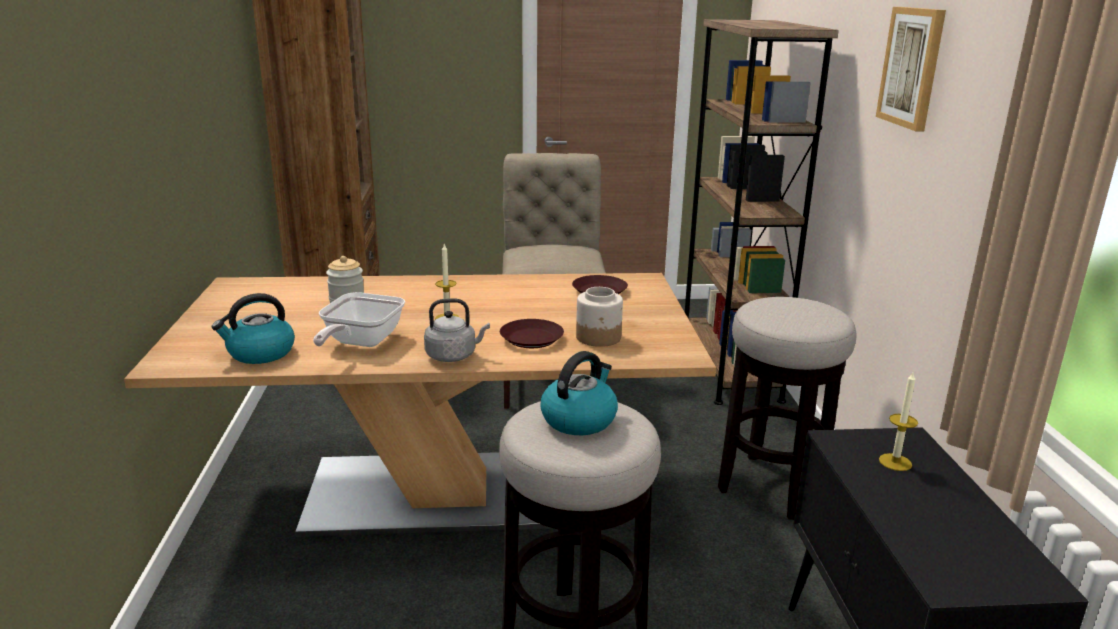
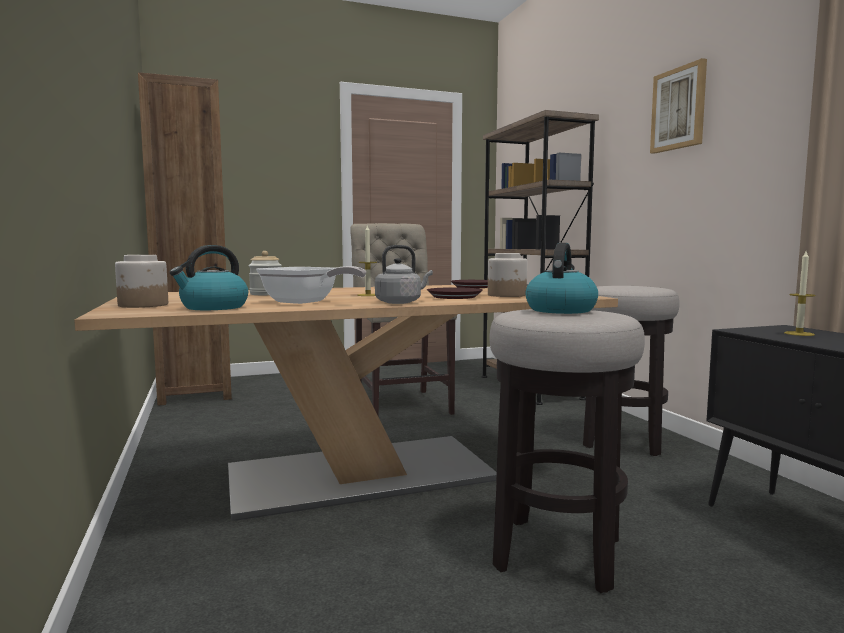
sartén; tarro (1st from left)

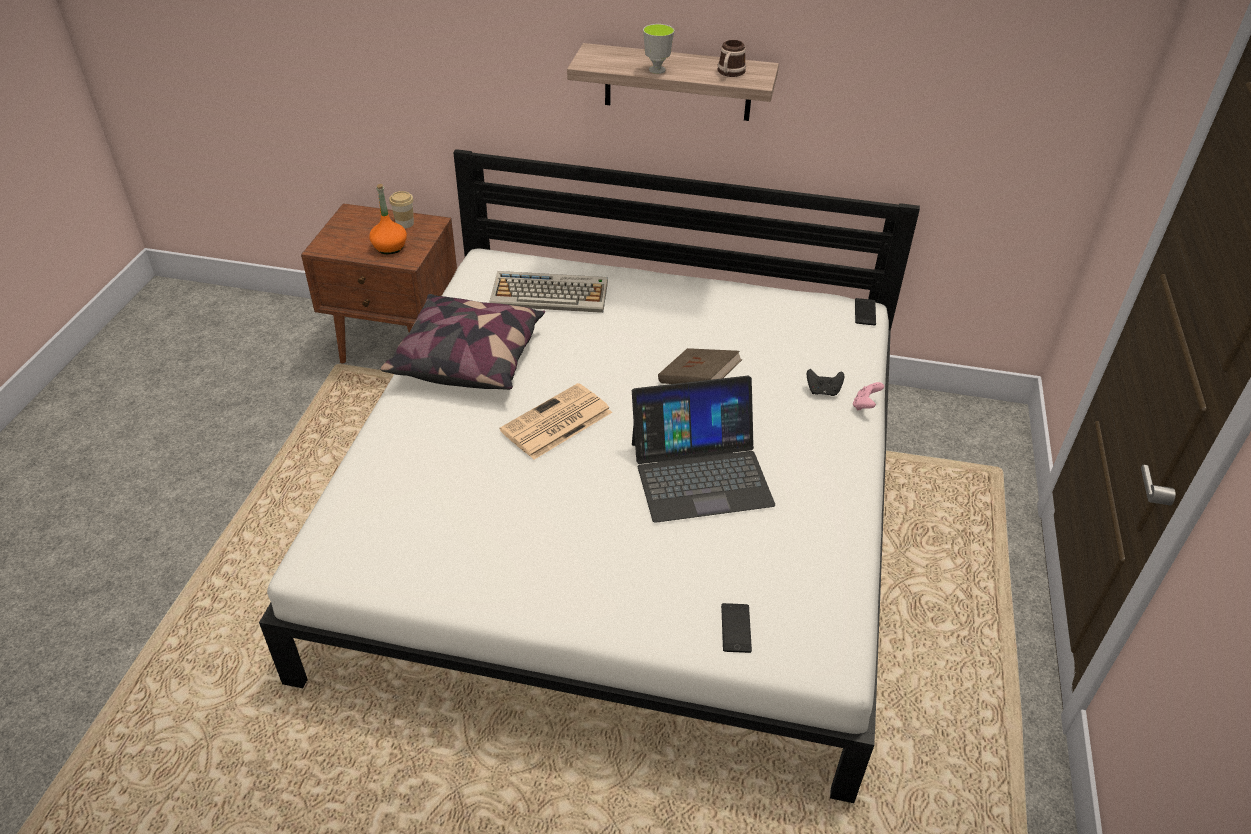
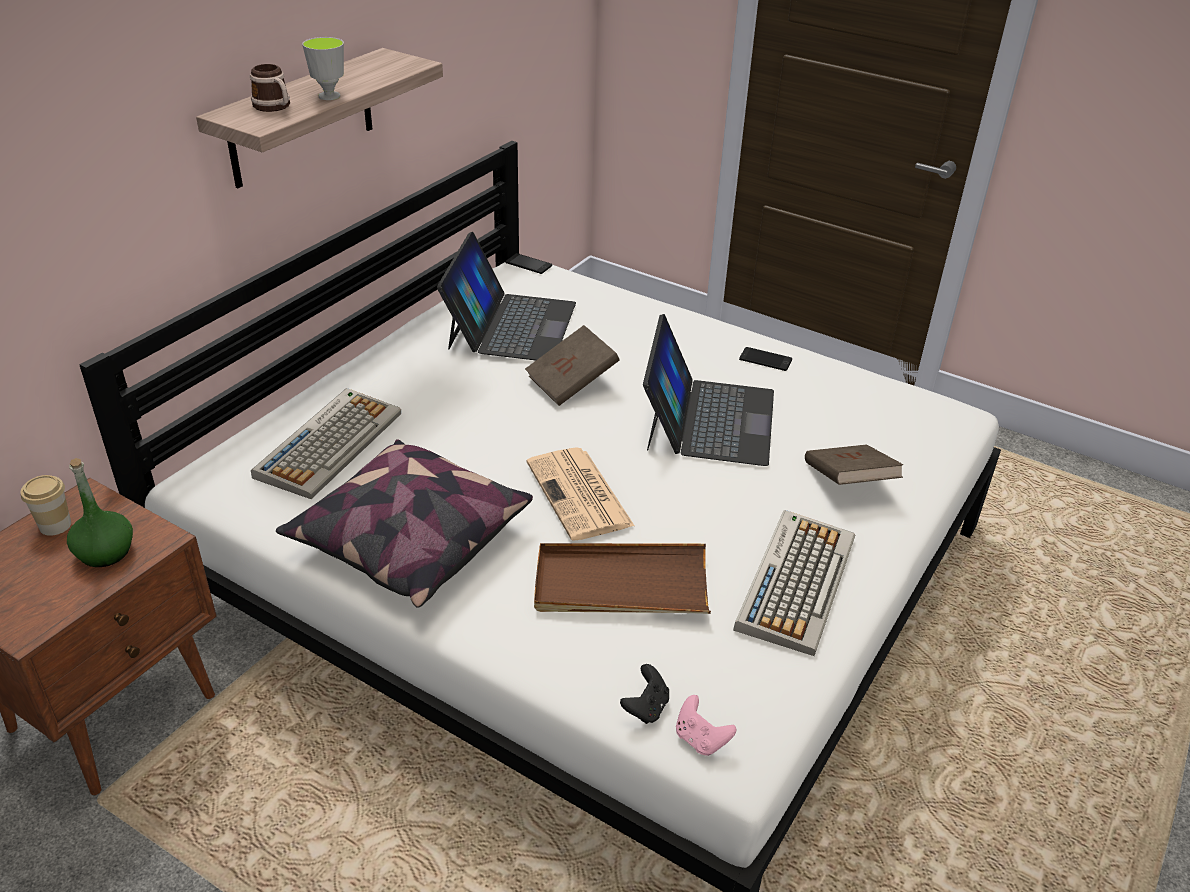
botella (verde); taza grande; móvil (2nd from left); mando de consola (negro); mando de consola (rosa); portátil (1st from left); bandeja (marrón); teclado (2nd from left); libro (marrón) (2nd from left)

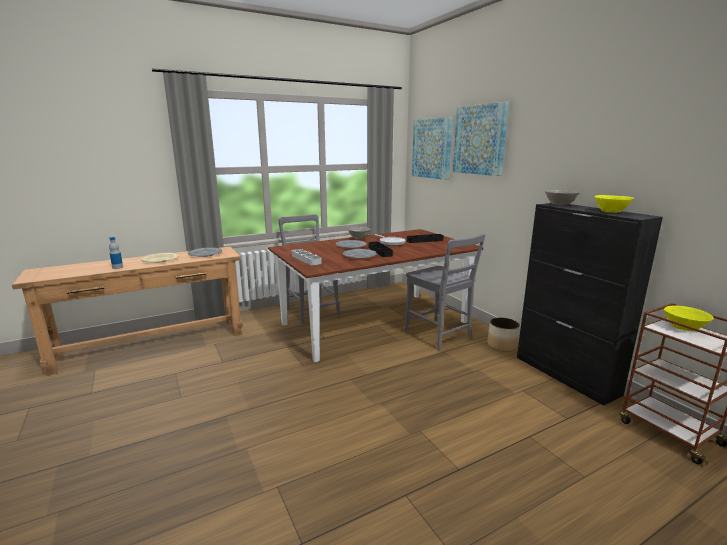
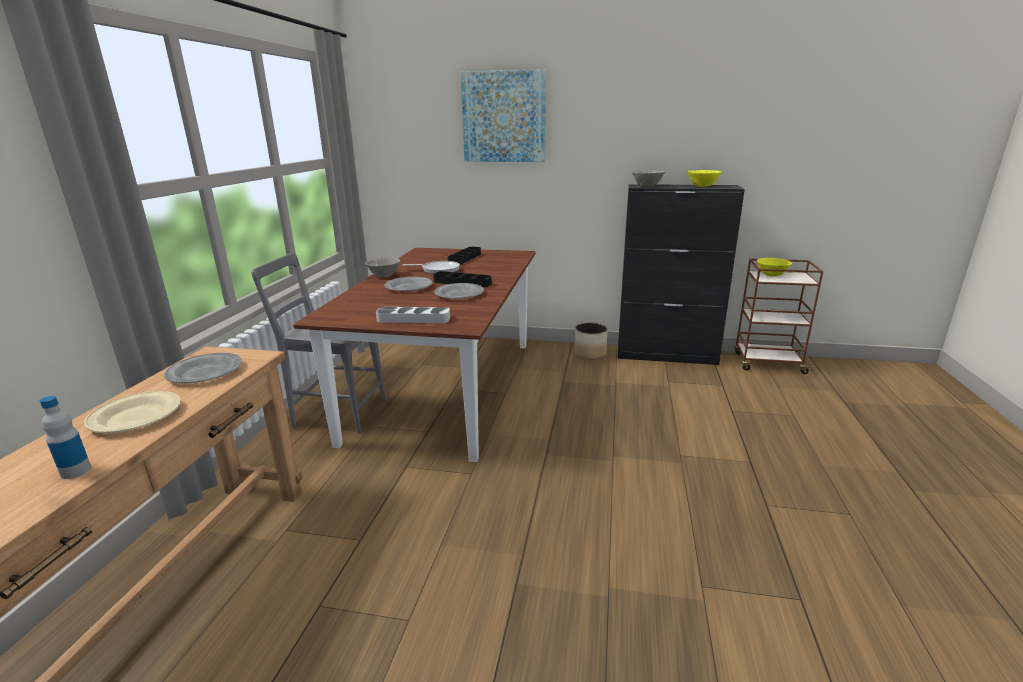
silla (gris) (2nd from left in the first image); cuadro (1st from left in the first image)

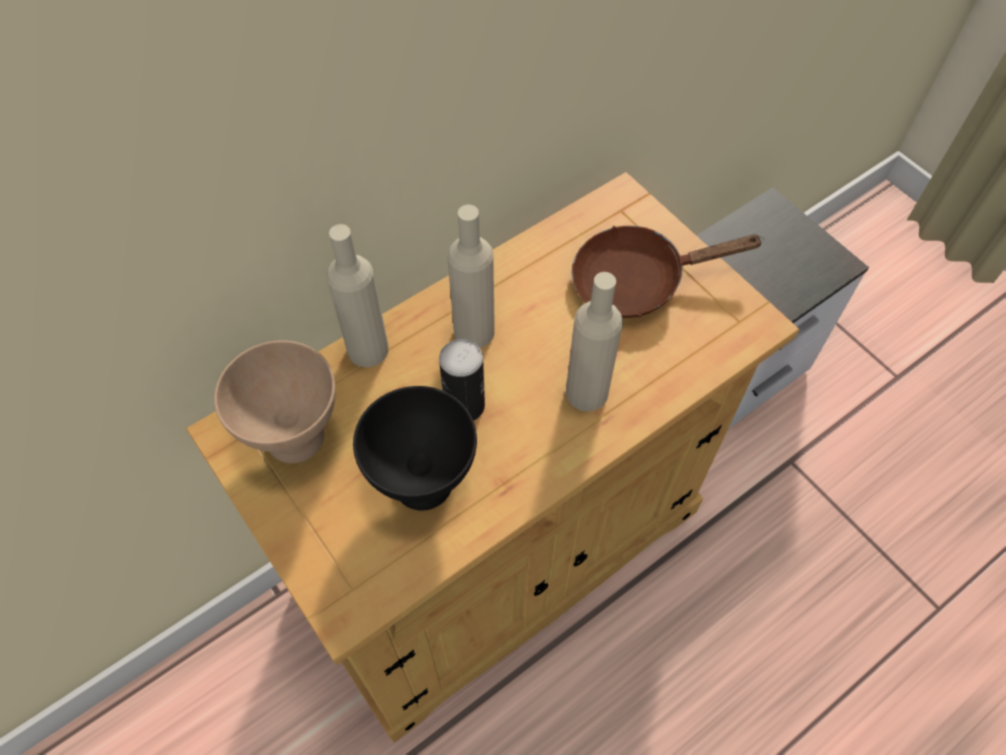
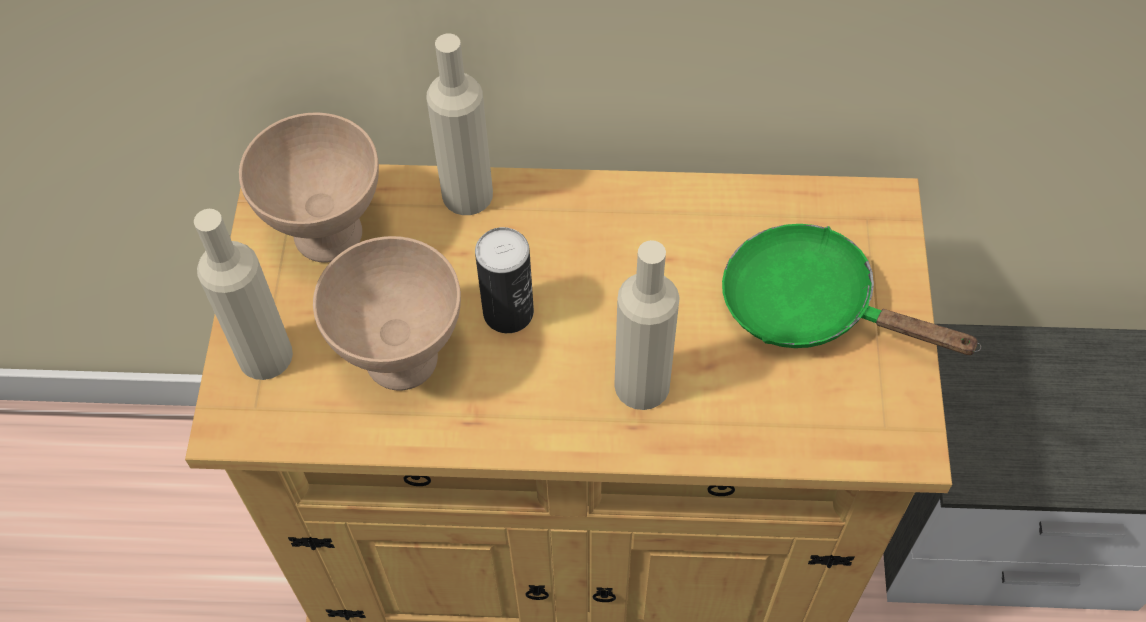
cuenco (beis) (2nd from left); botella (beis) (1st from left); sartén (verde)

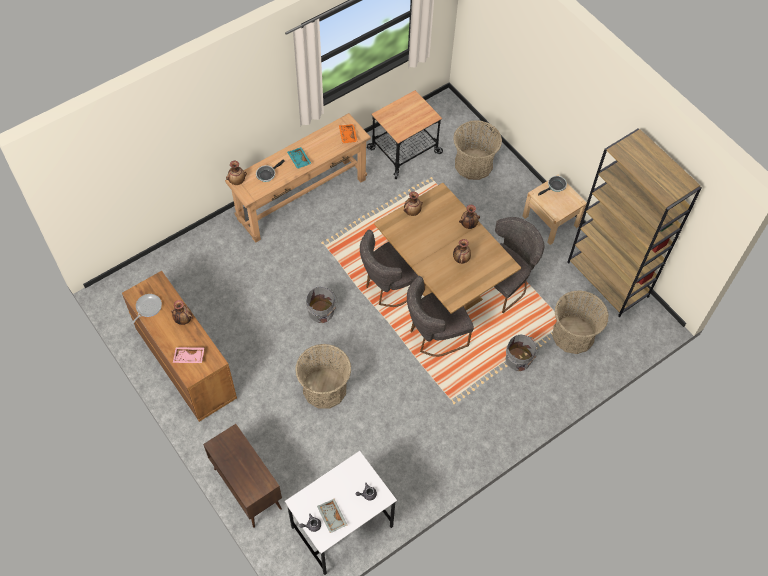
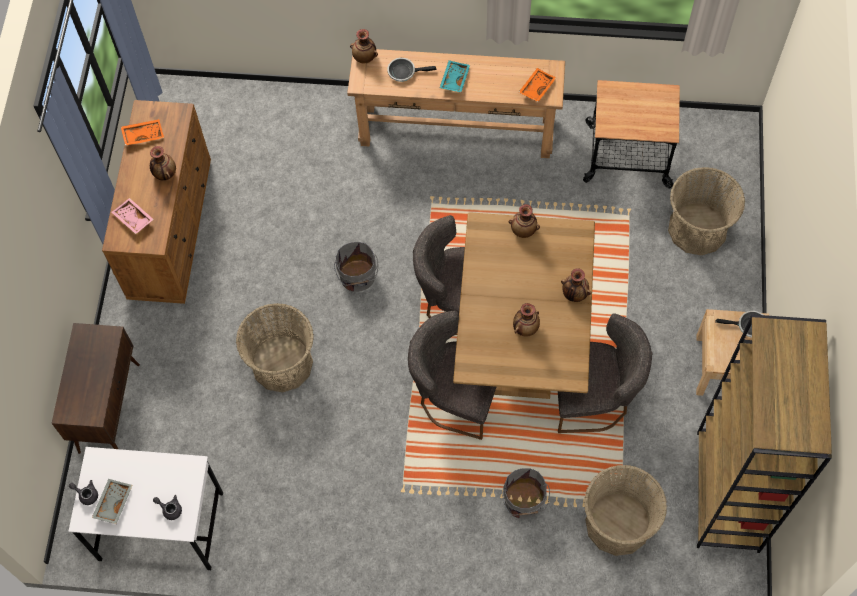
bandeja (naranja) (1st from left)

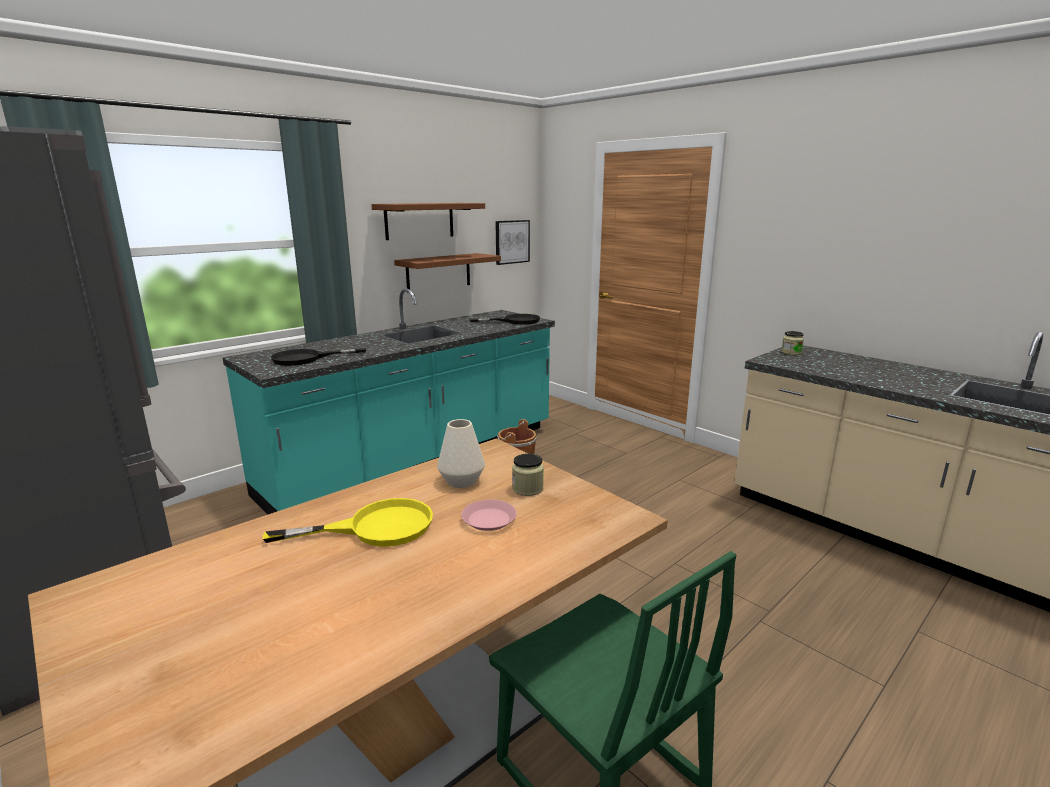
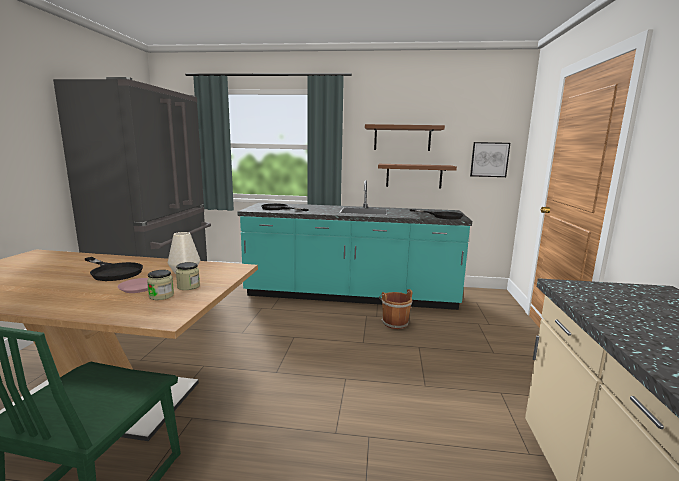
sartén (negro) (1st from left); tarro (1st from left)

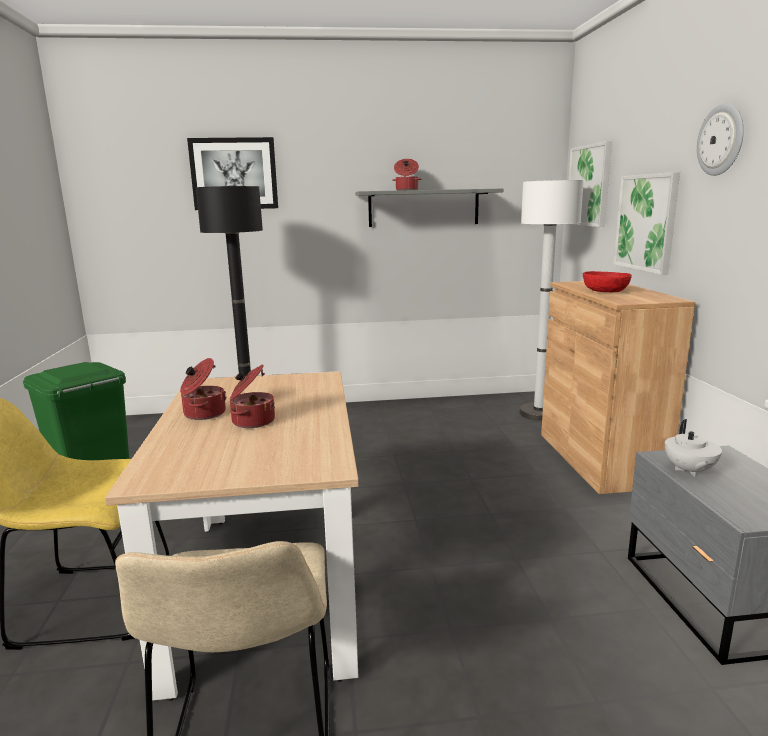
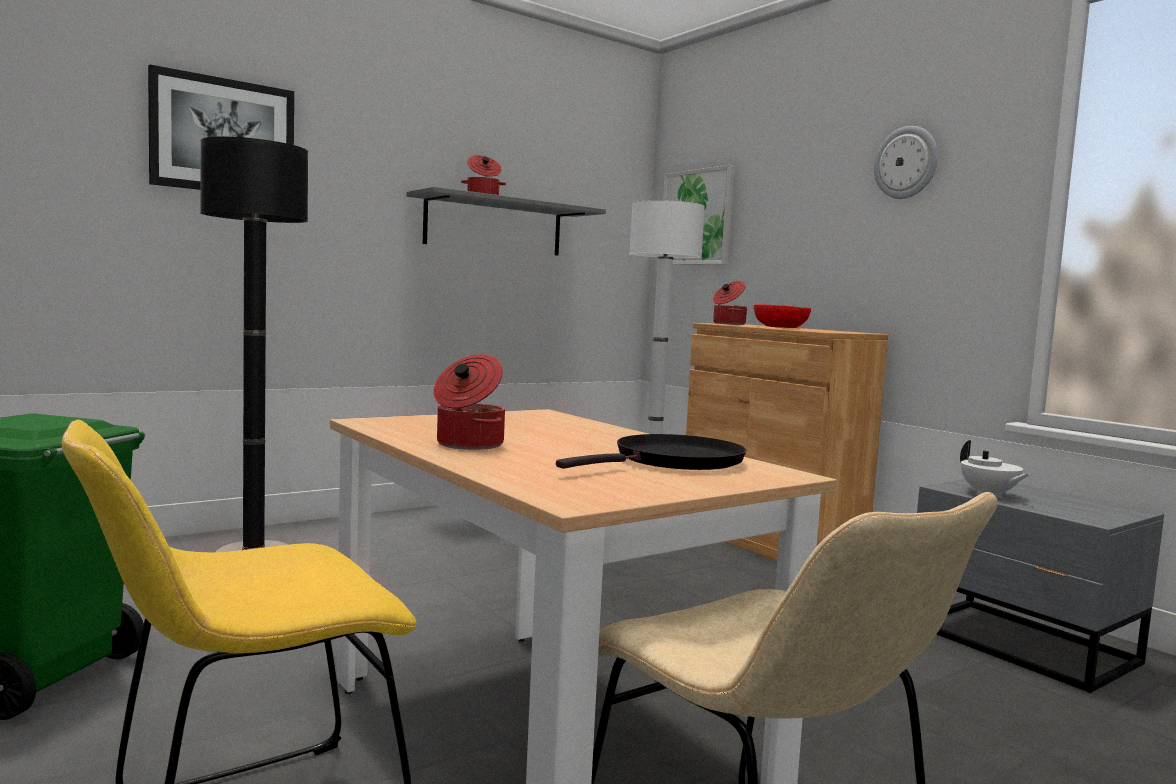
olla (3rd from left); cuadro (3rd from left in the first image); sartén (negro)

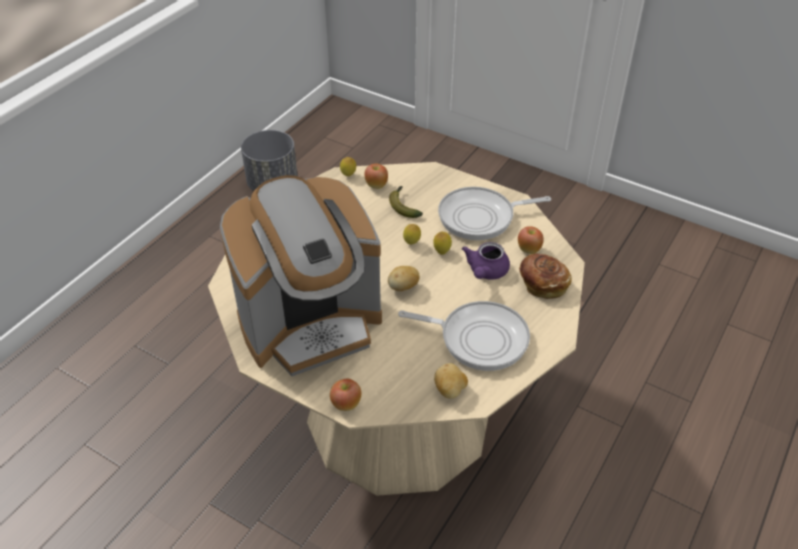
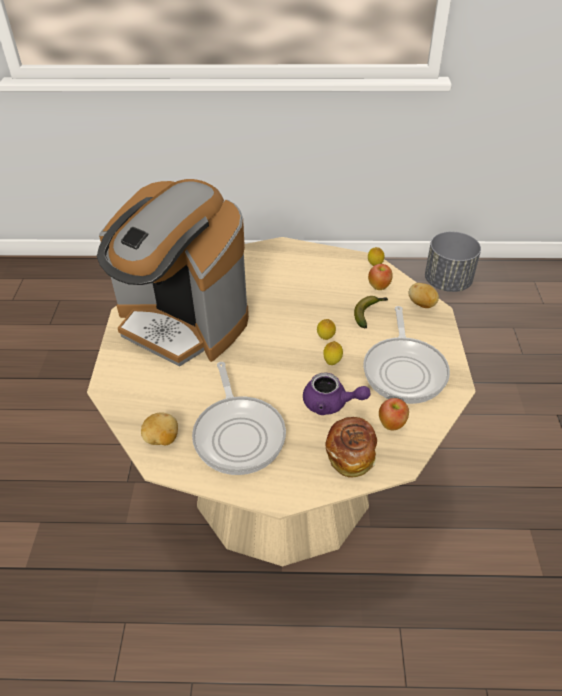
manzana (1st from left in the first image); patata (2nd from left); sartén (2nd from left); tetera (morado)

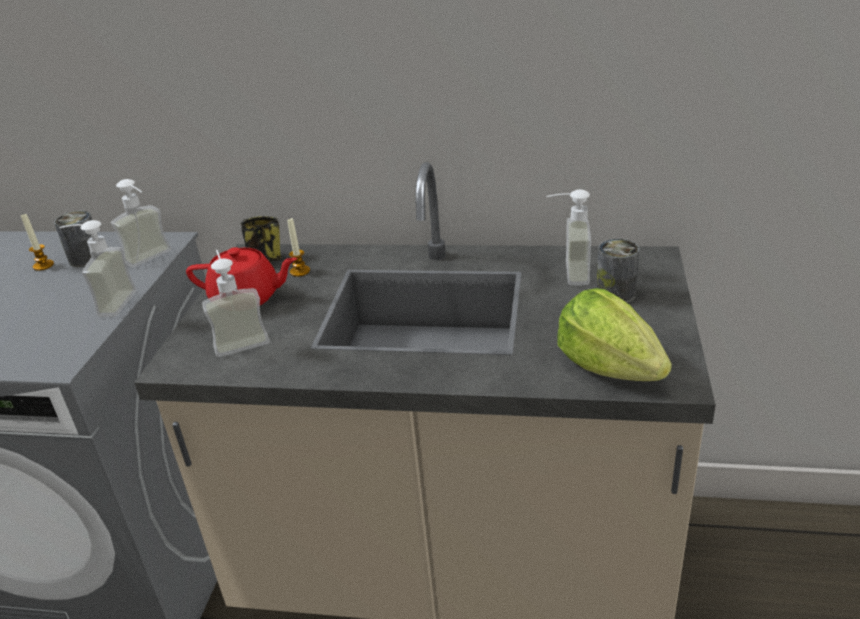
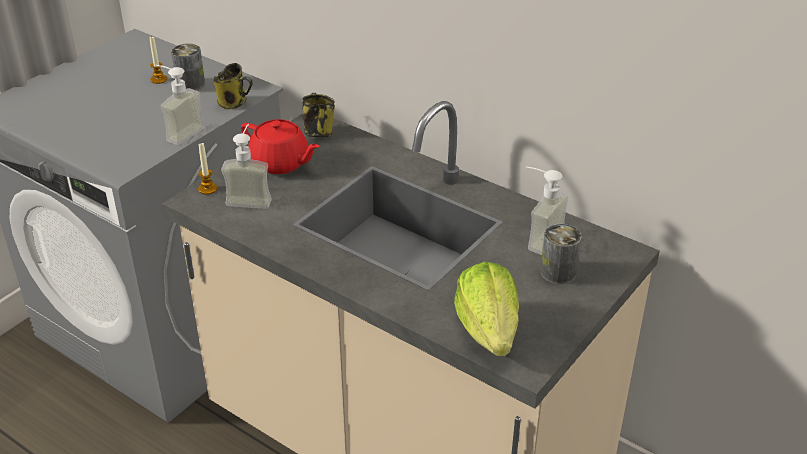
taza grande (1st from left); vela (2nd from left)

